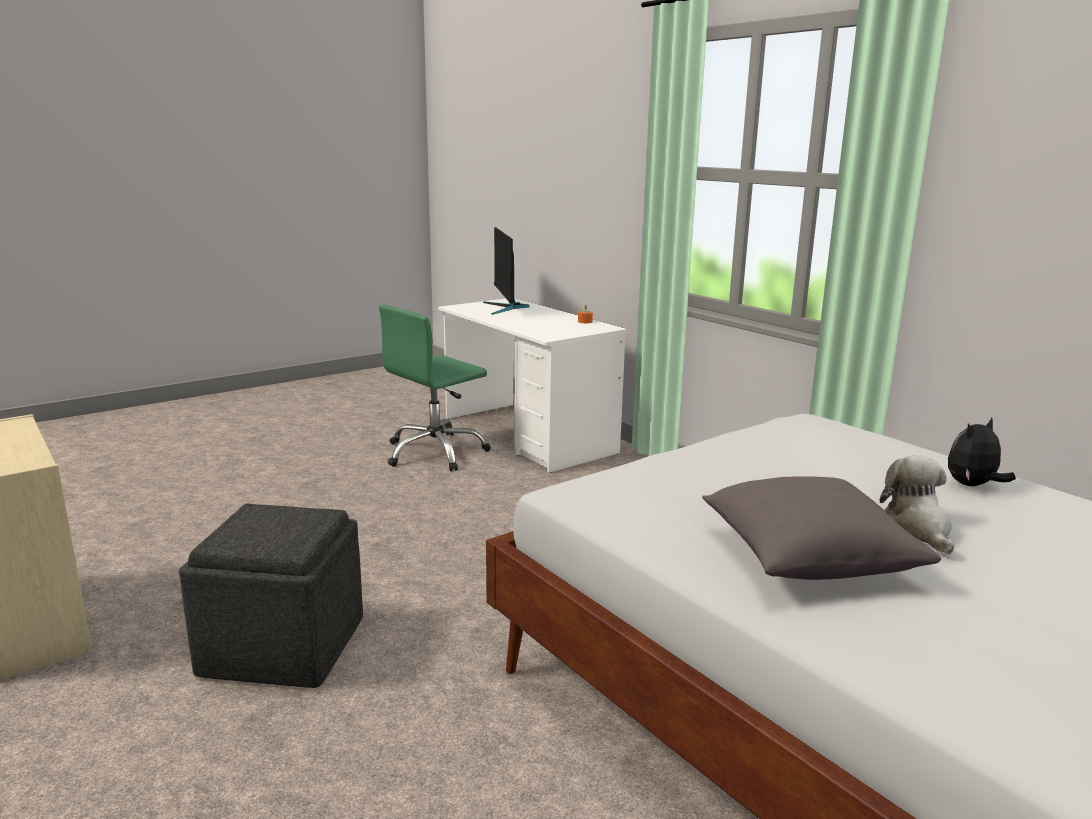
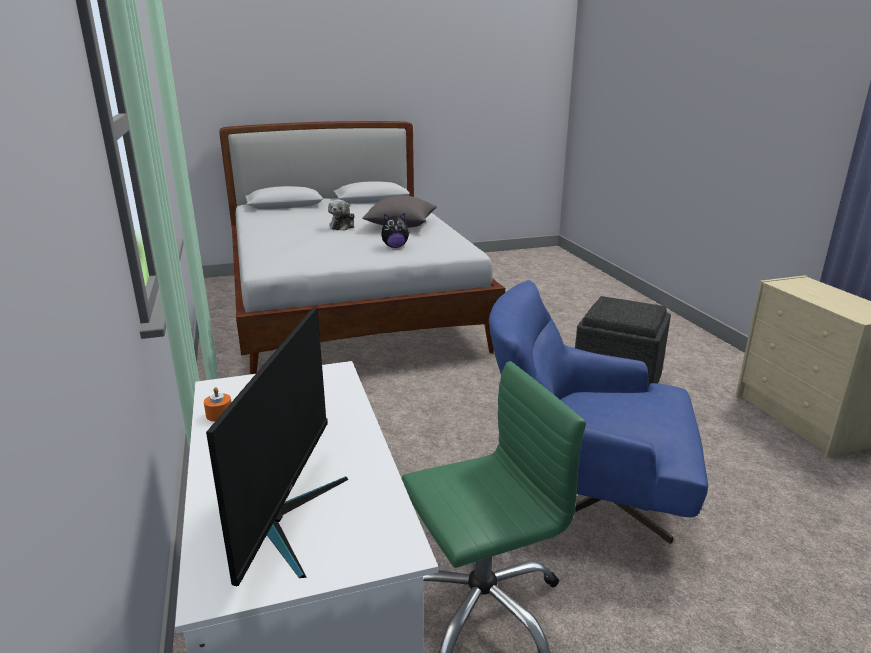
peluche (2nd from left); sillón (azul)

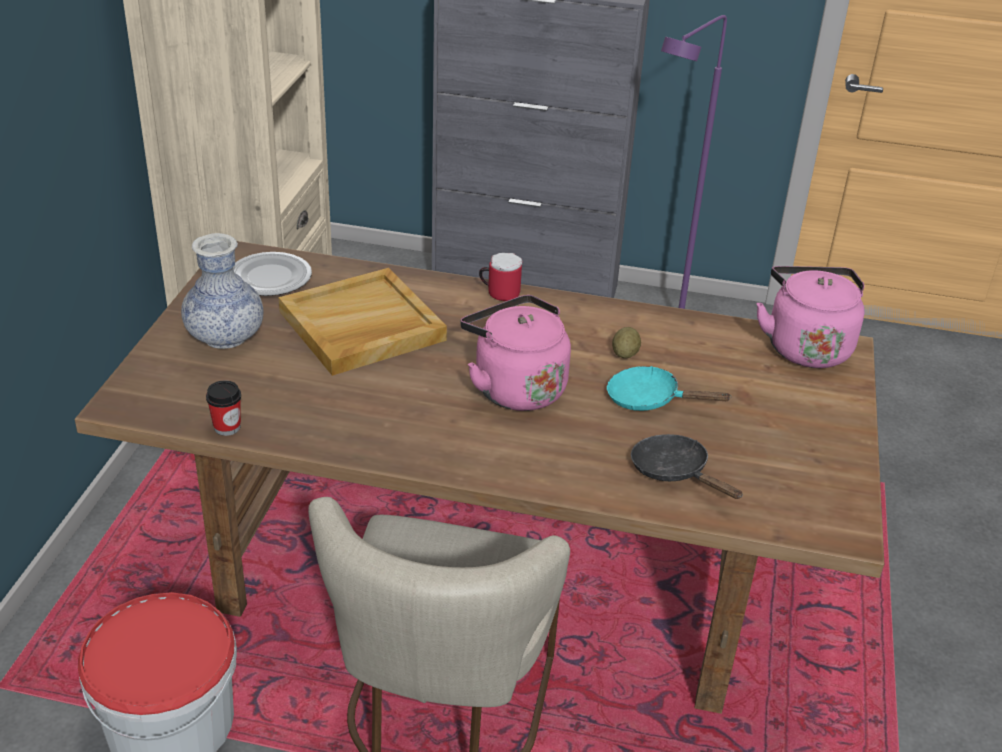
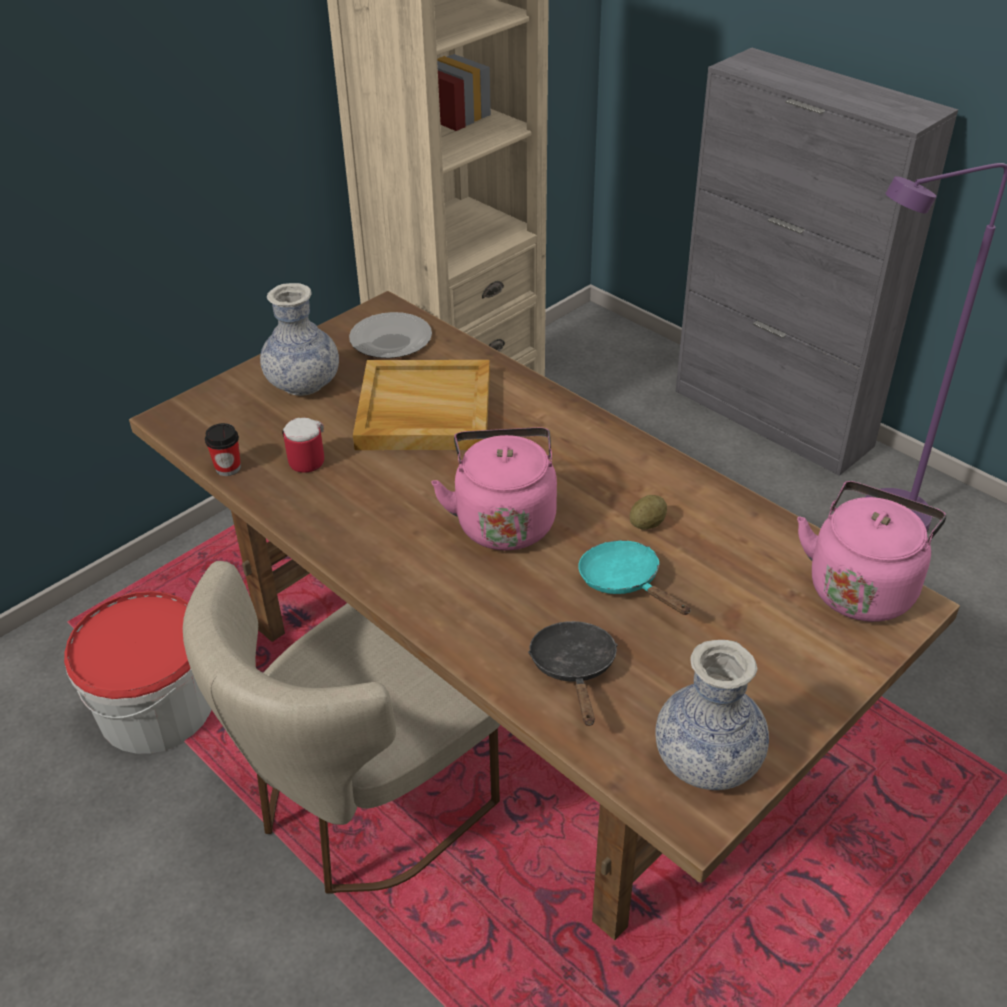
taza grande; florero (2nd from left)

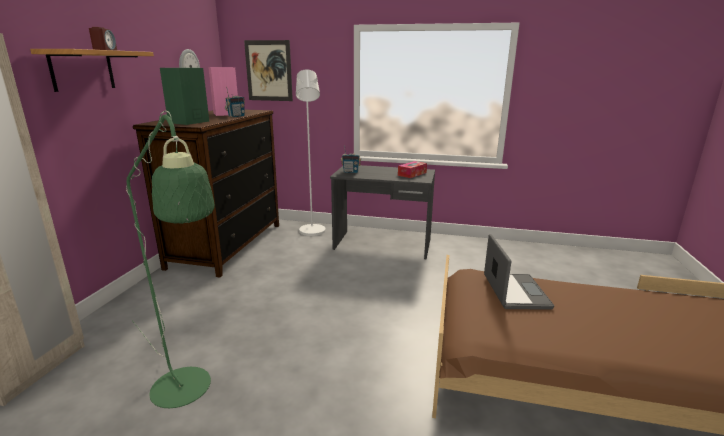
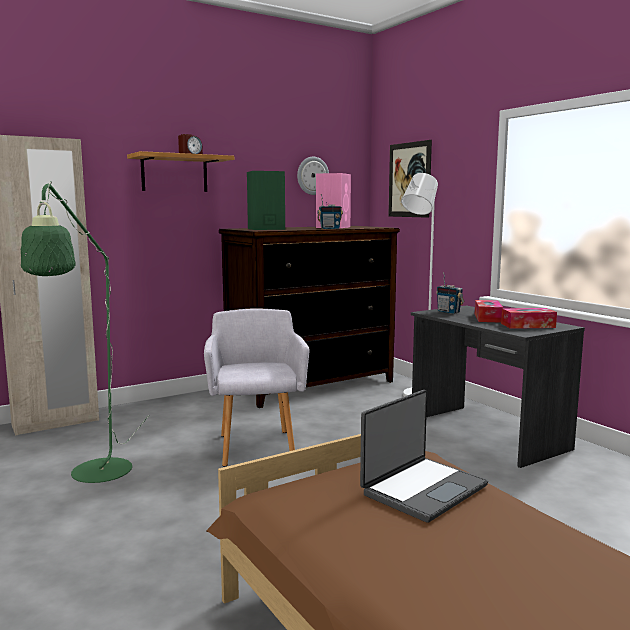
sillón (gris); caja de pañuelos (1st from left)

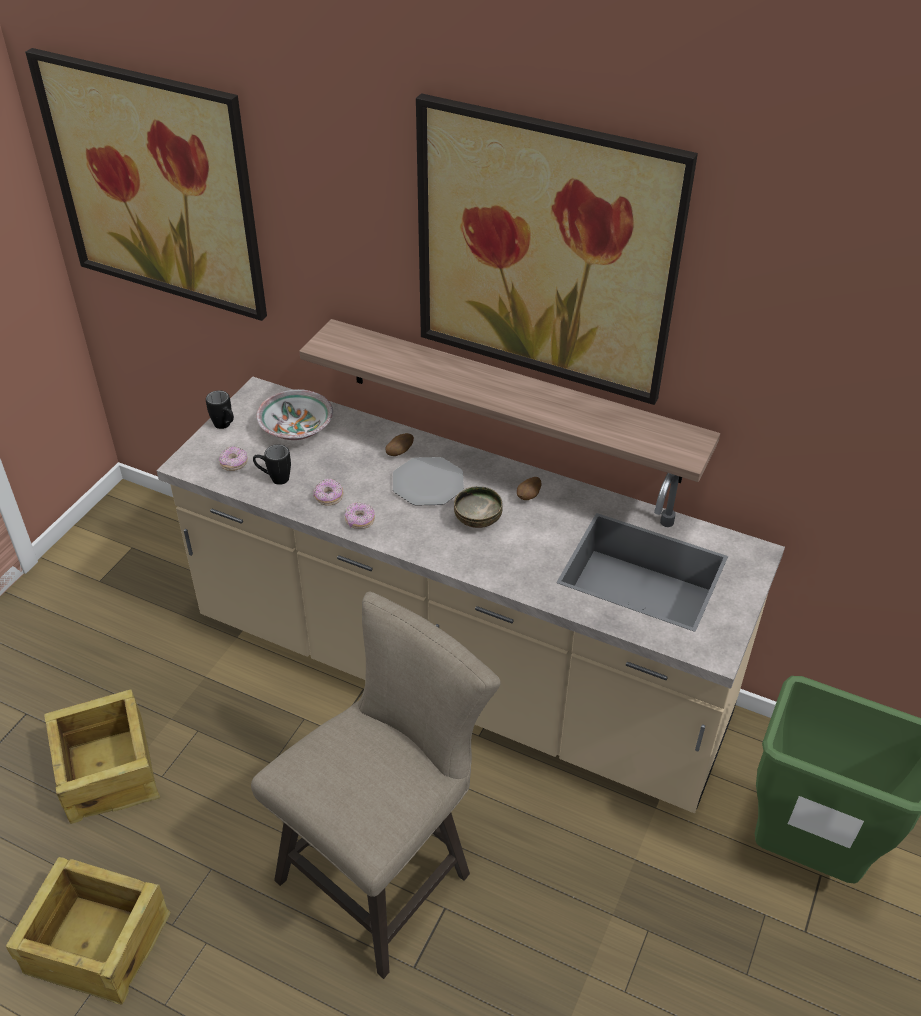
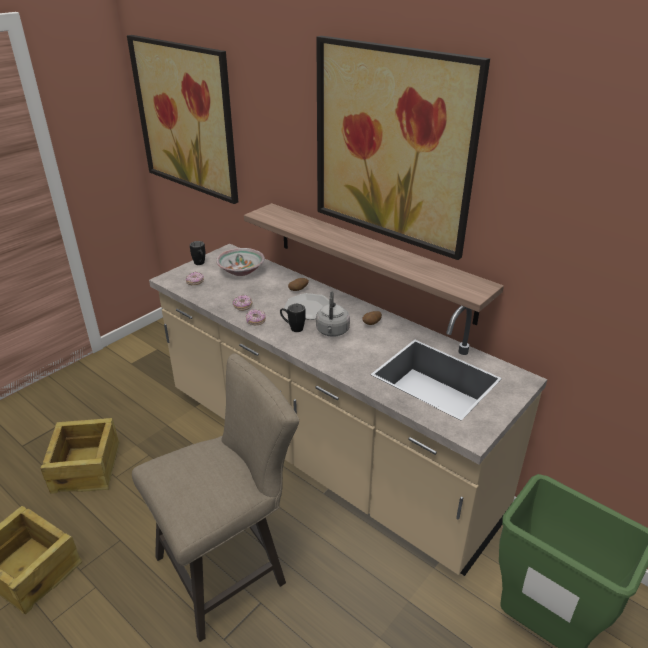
taza grande (negro) (2nd from left); hervidor (gris)

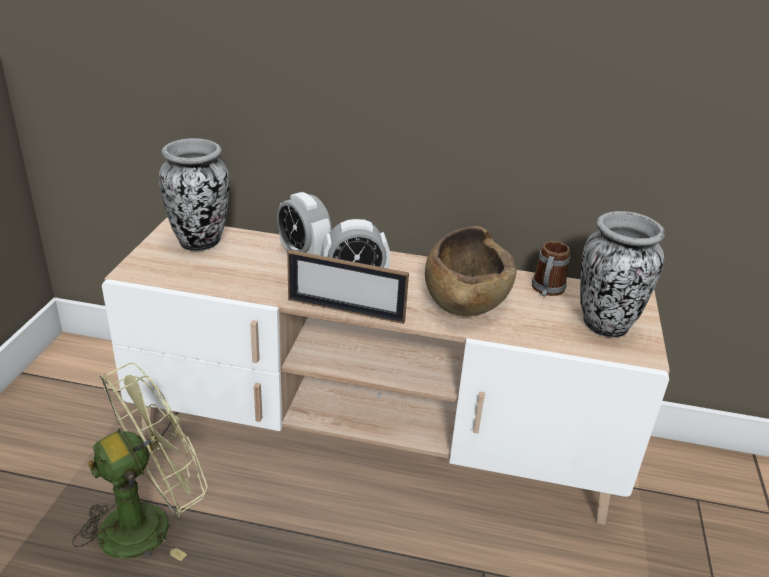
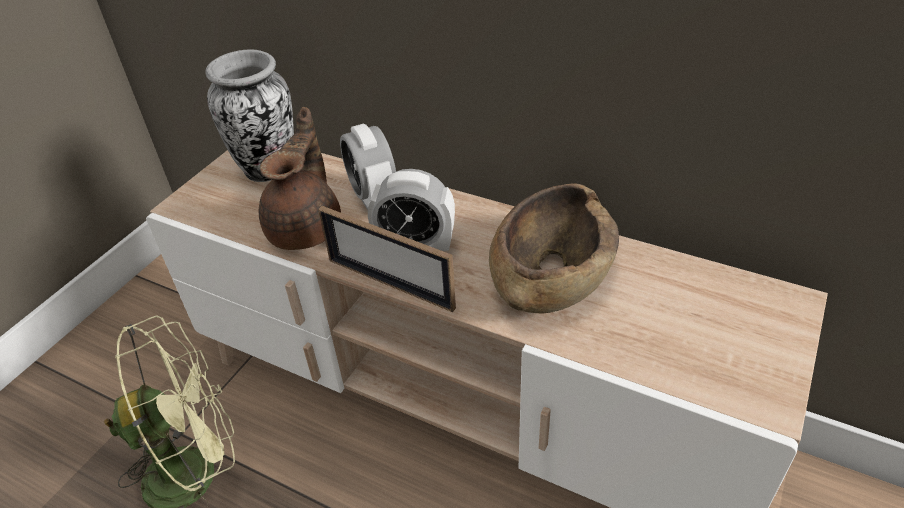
taza grande; florero (2nd from left in the first image); tetera (marrón)

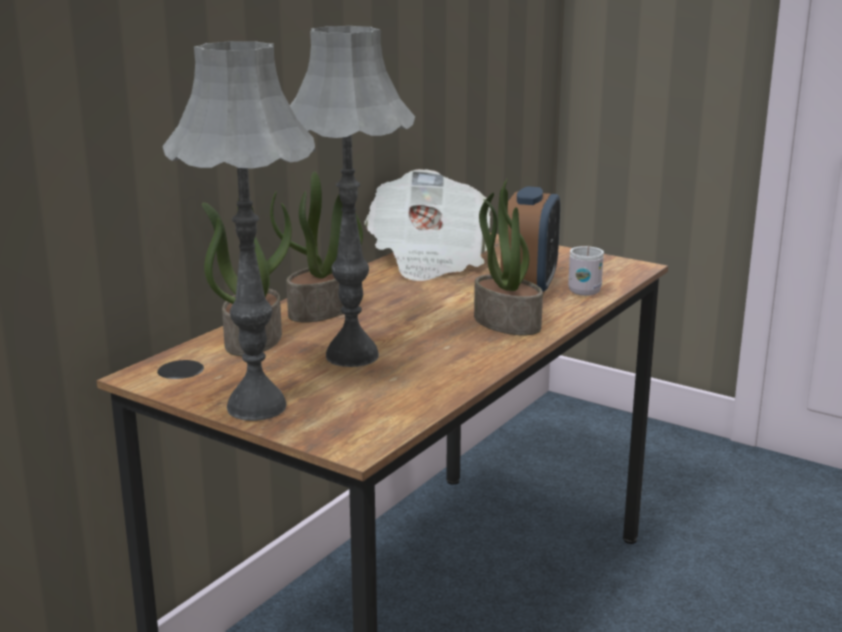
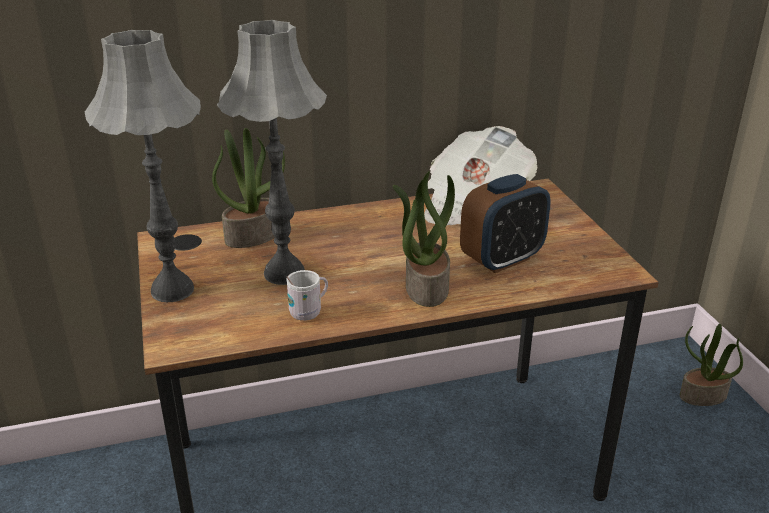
planta en maceta (3rd from left); taza grande (blanco)

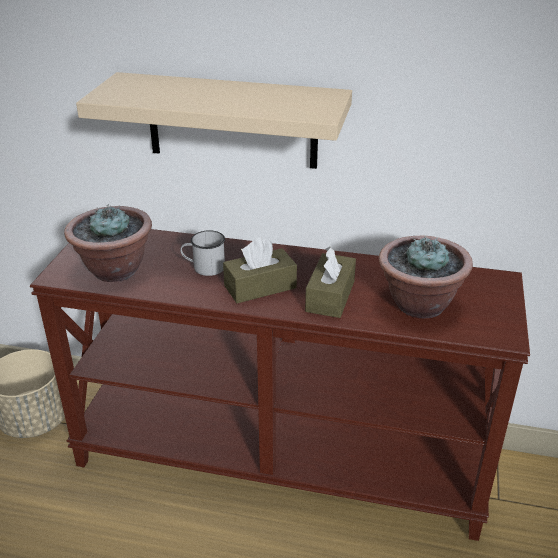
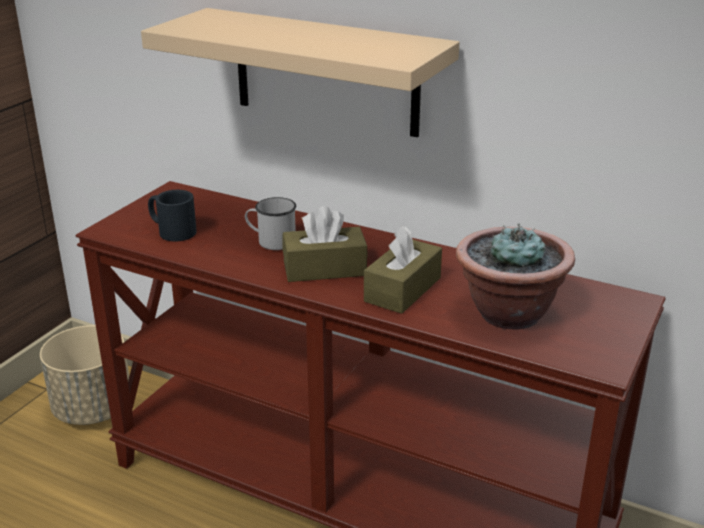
taza grande (negro)

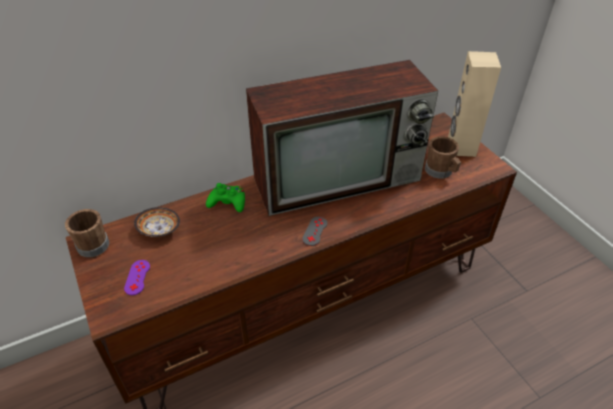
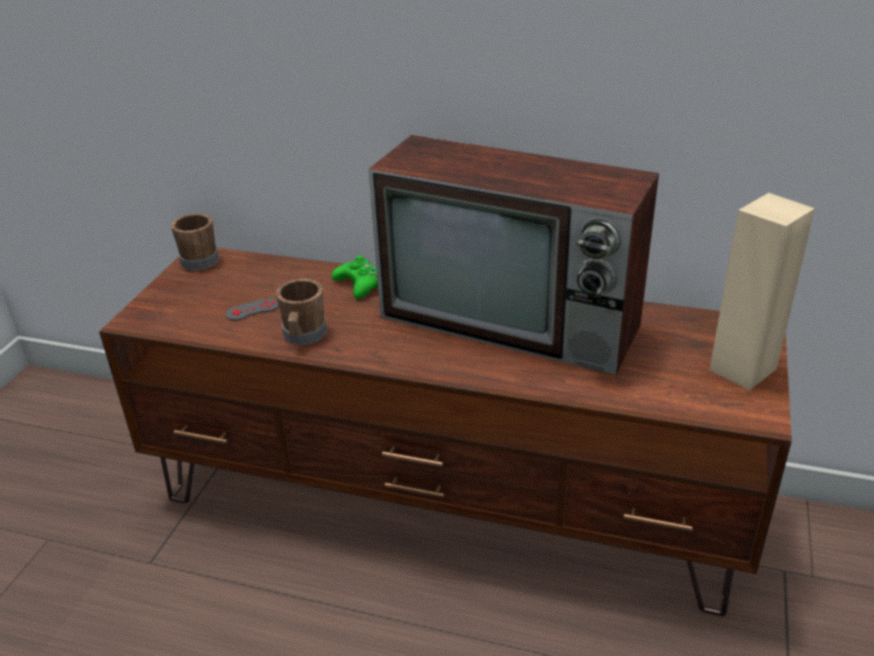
mando de consola (morado); cuenco; mando de consola (gris); taza grande (marrón) (2nd from left)

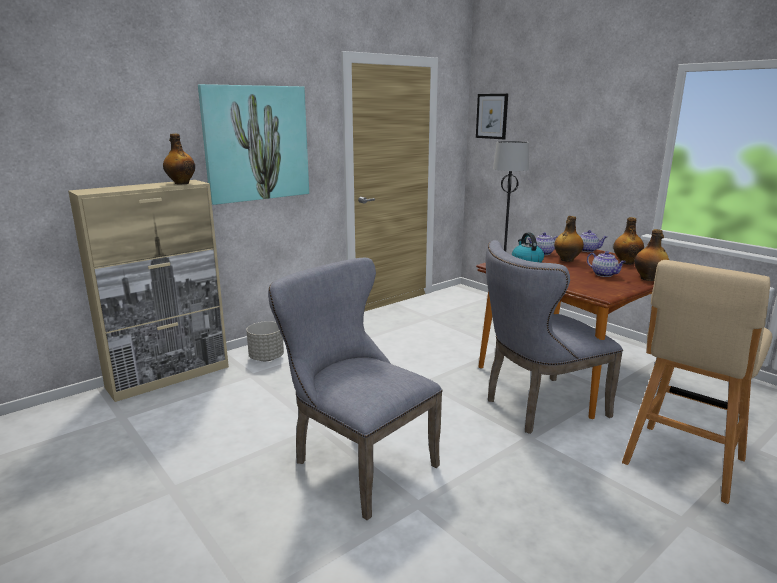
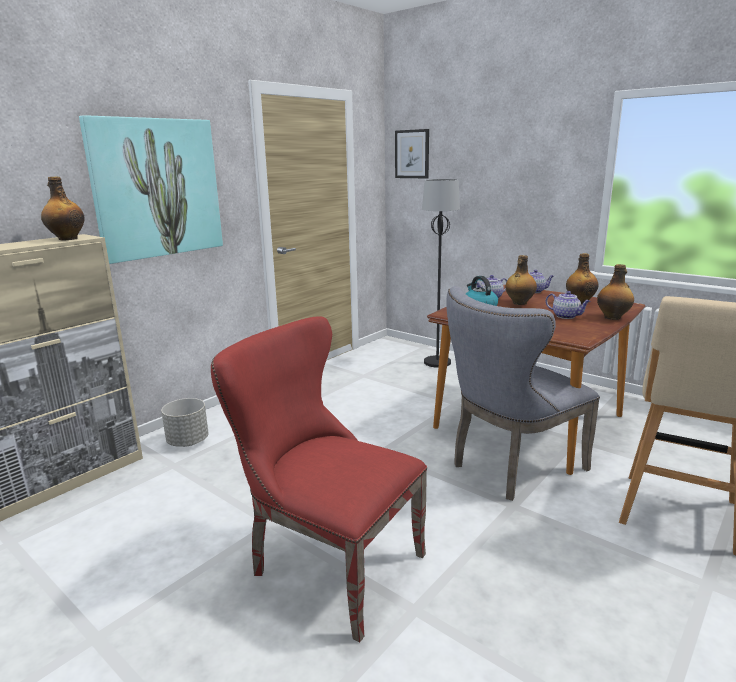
silla (rojo)

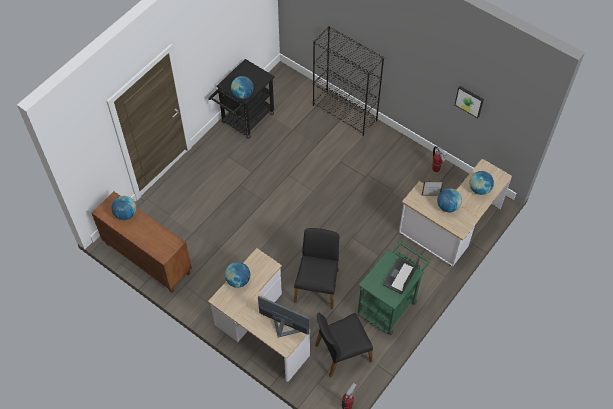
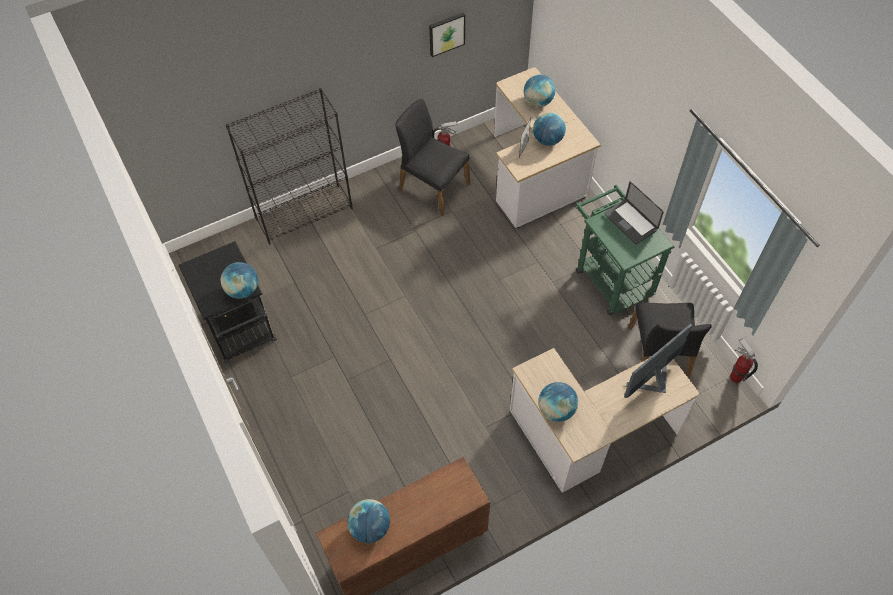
silla (negro) (1st from left)

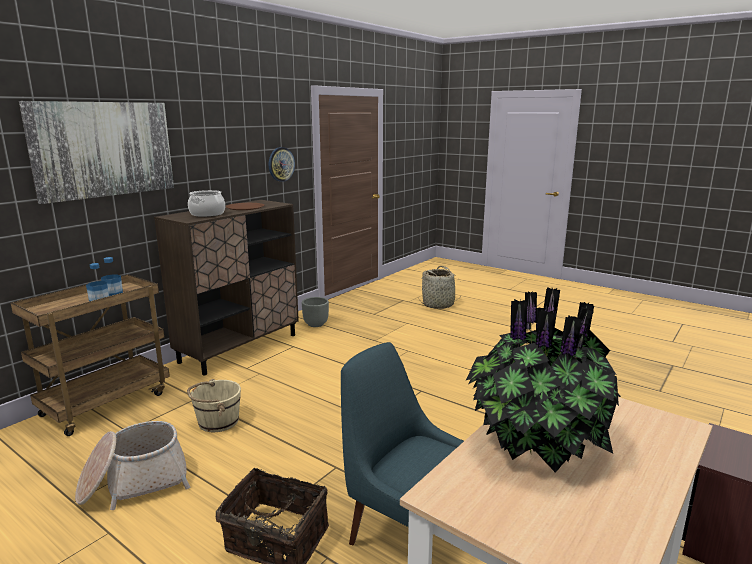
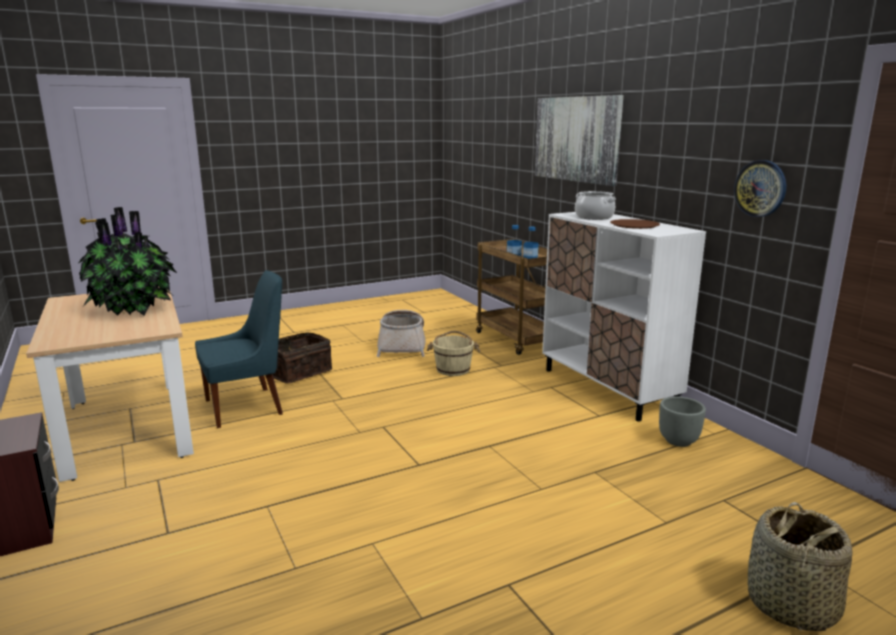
armario (blanco)

